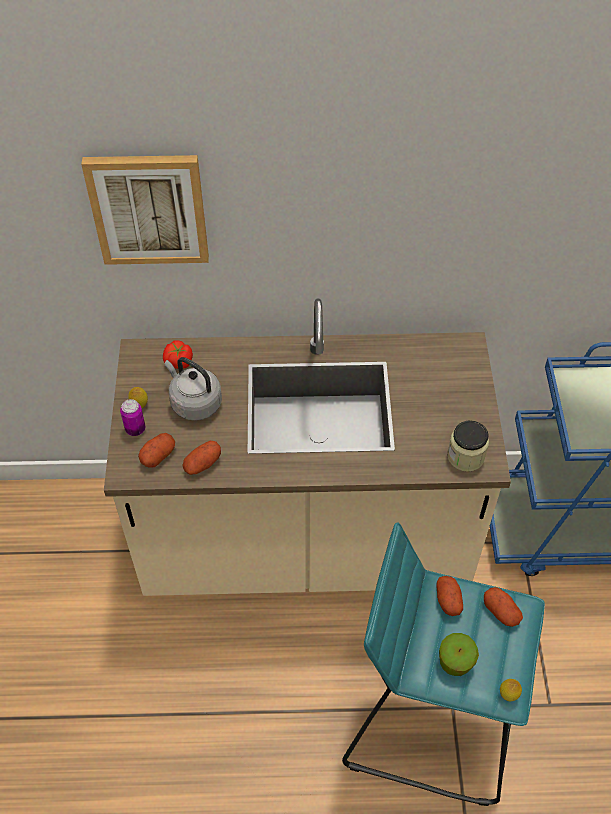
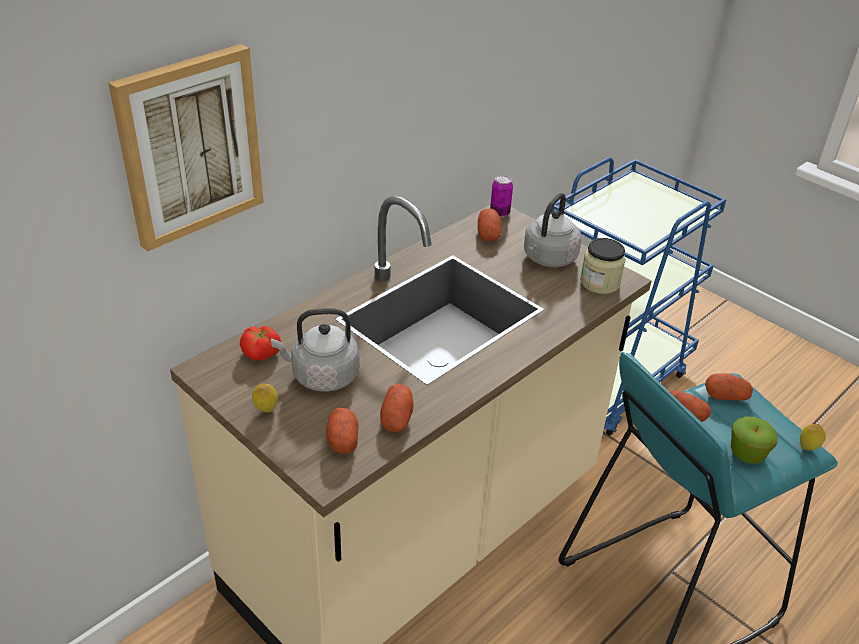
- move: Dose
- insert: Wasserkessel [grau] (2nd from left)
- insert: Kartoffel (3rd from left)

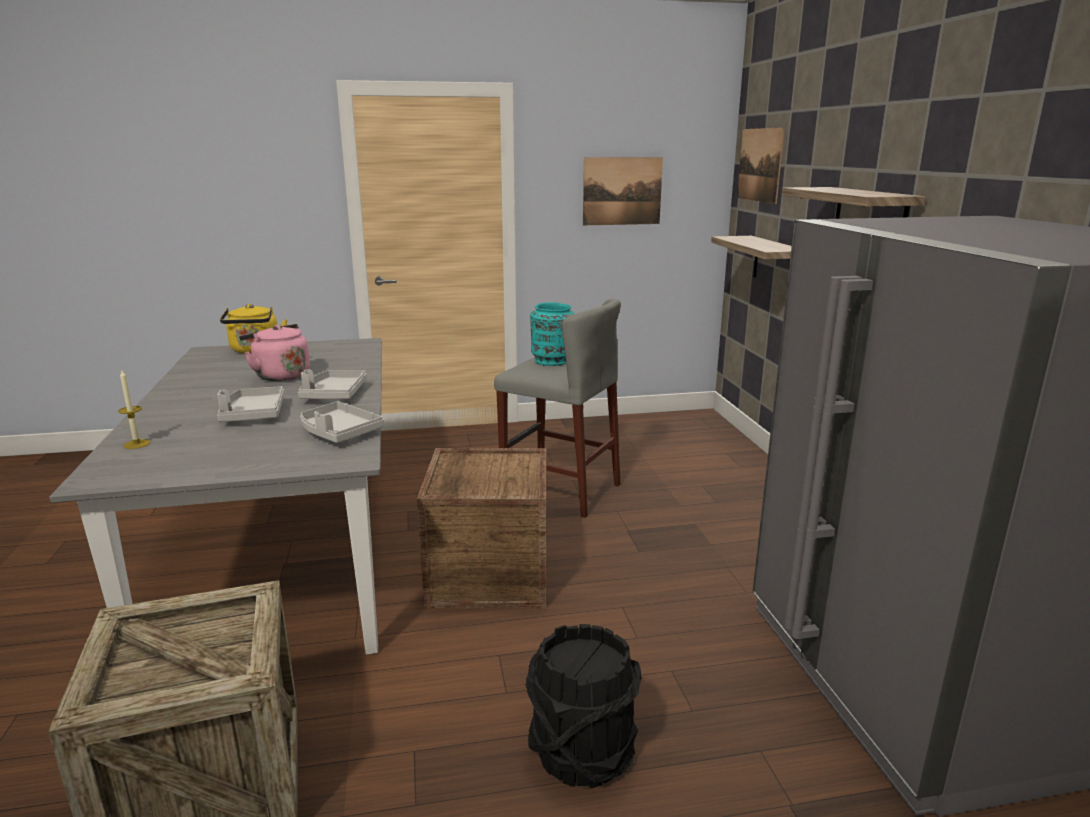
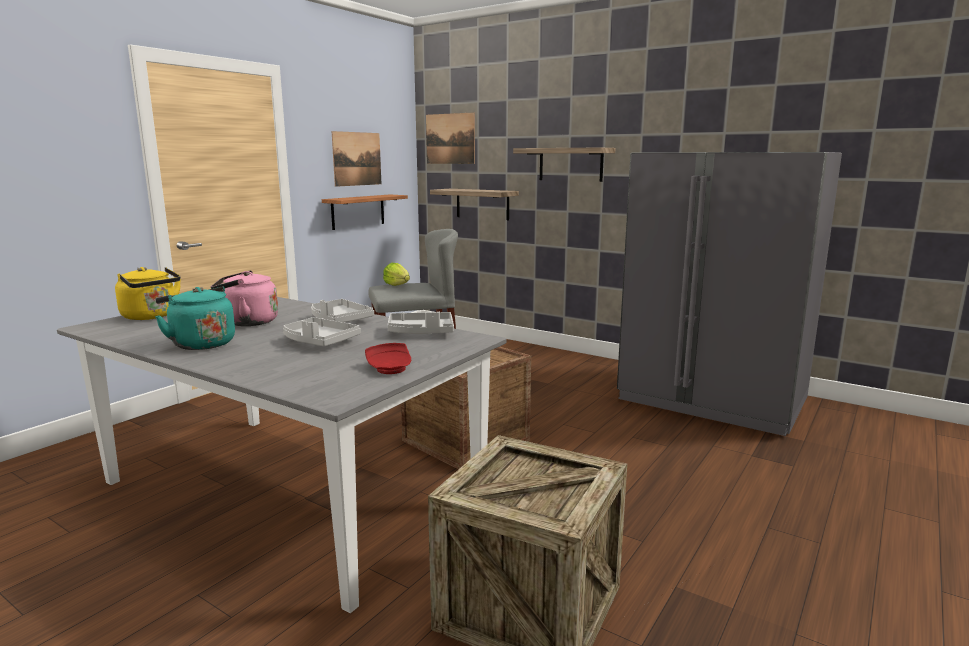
- replace: Vase [türkis] to Salatkopf
- delete: Kerze
- delete: Eimer [schwarz]
- insert: Wandregal (1st from left)
- insert: Wasserkessel [türkis]
- insert: Teller [rot]

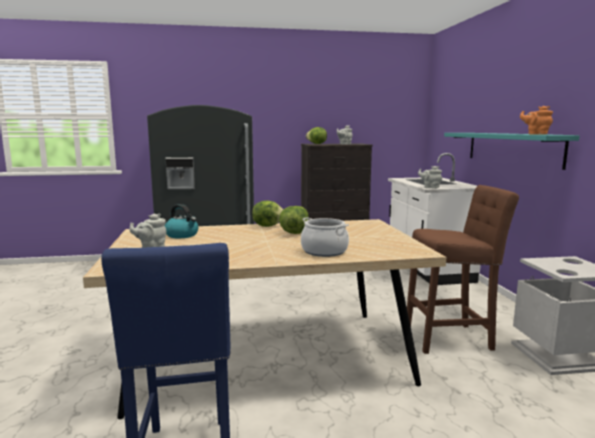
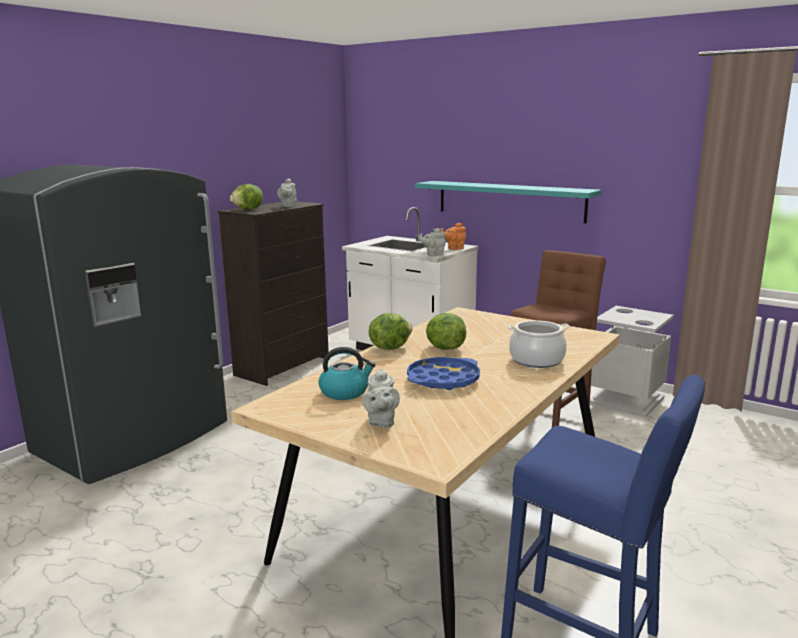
- move: Teekanne [orange]
- insert: Tablett [blau]

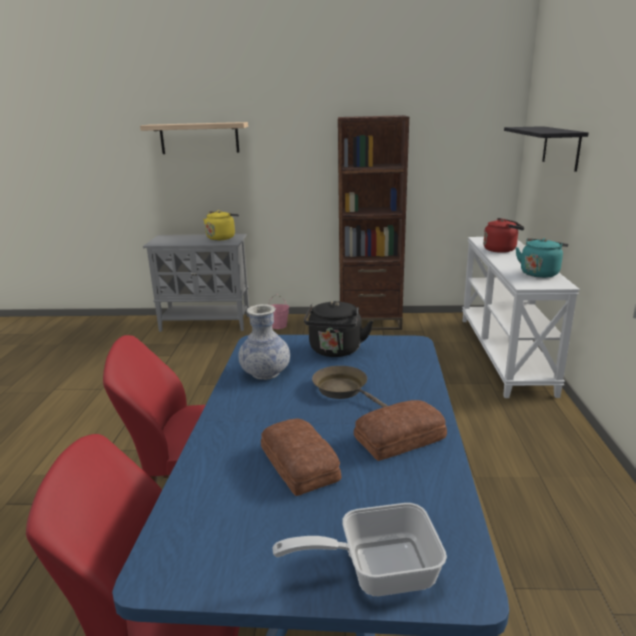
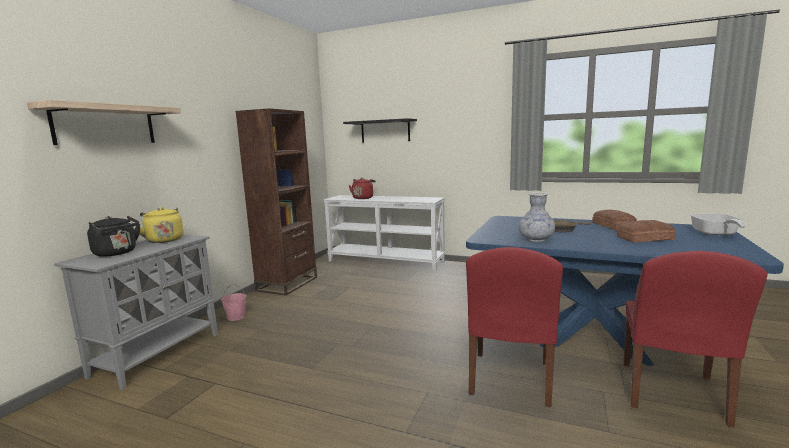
- delete: Wasserkessel [türkis]
- move: Wasserkessel [schwarz]

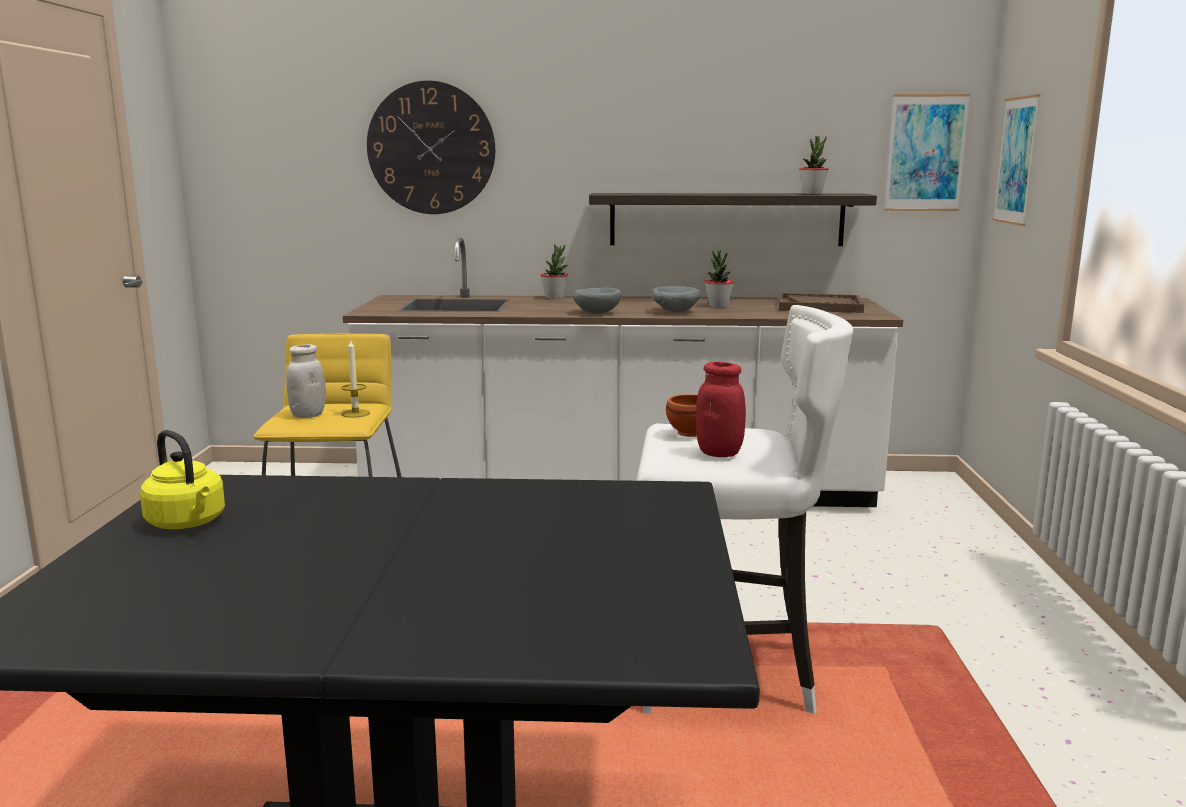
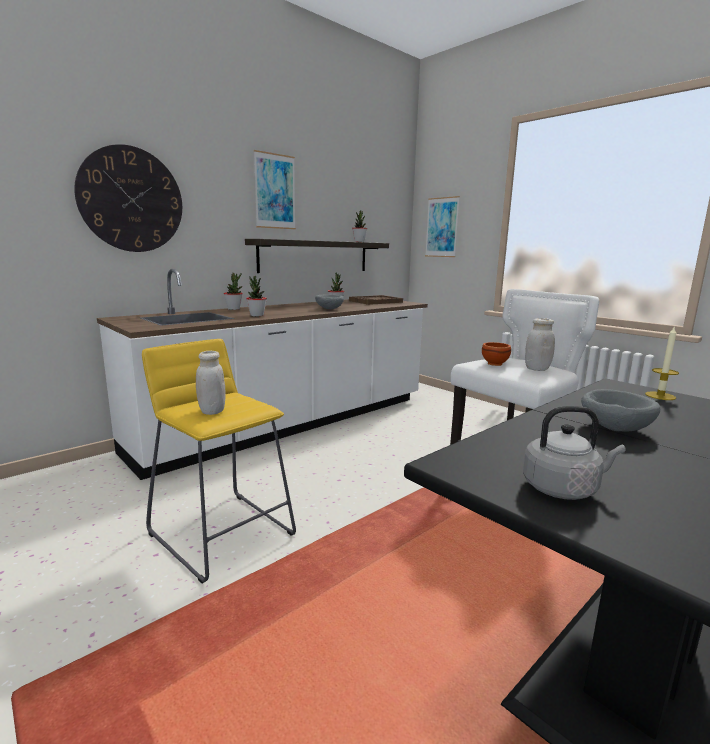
- move: Bild (1st from left)
- move: Schüssel [grau] (1st from left in the first image) to Schüssel [grau] (2nd from left)
- move: Kerze
- recolor: Vorratsglas [rot] to Vorratsglas [weiß] (2nd from left)
- recolor: Wasserkessel [gelb] to Wasserkessel [grau]
- insert: Topfpflanze (2nd from left)

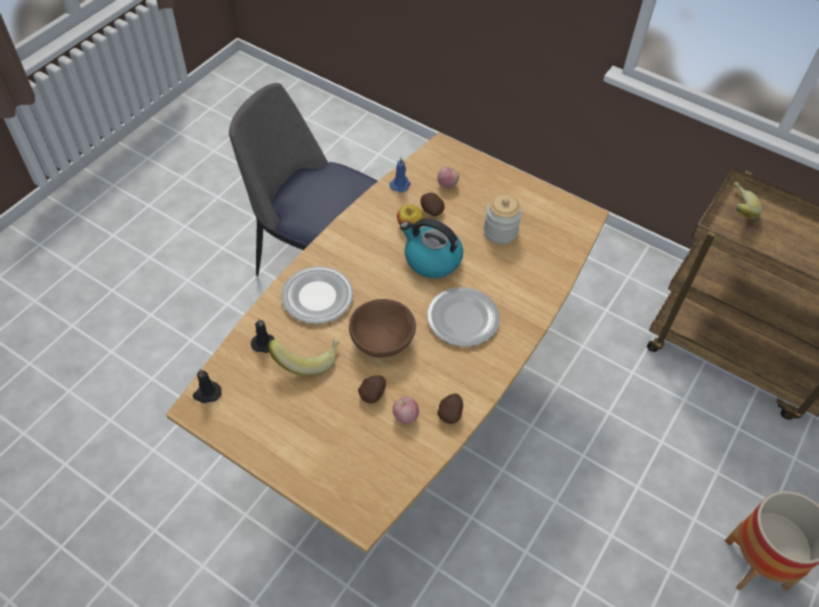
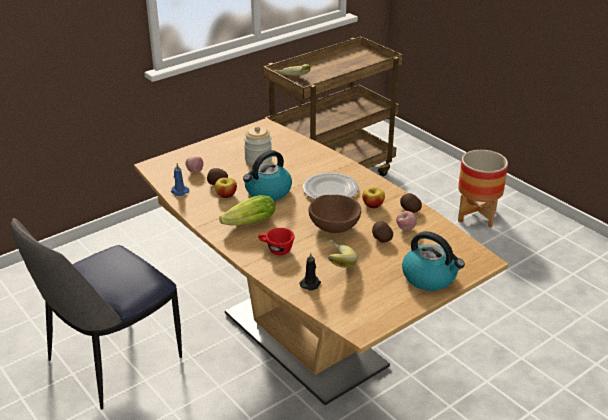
- replace: Teller (1st from left) to Tasse [rot]
- delete: Kerze [schwarz] (1st from left)
- insert: Apfel (3rd from left)
- insert: Salatkopf
- insert: Wasserkessel (2nd from left)

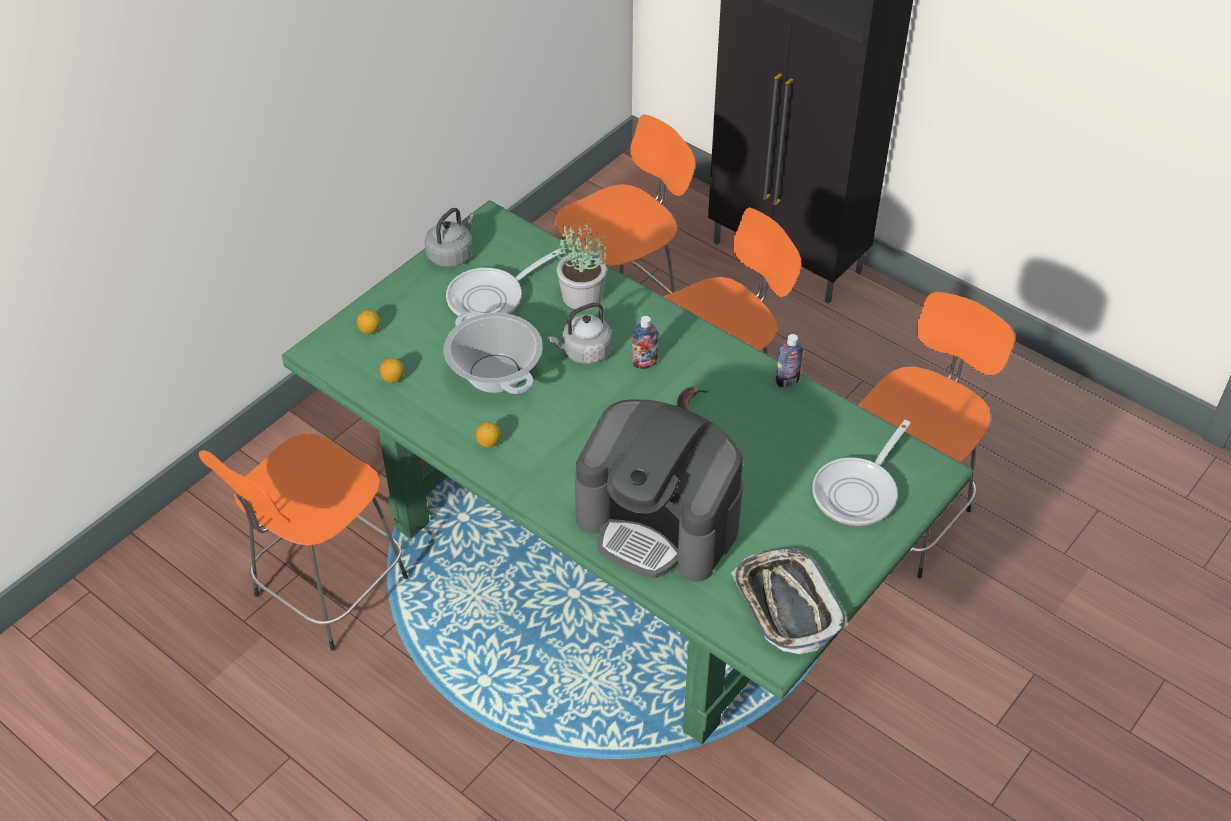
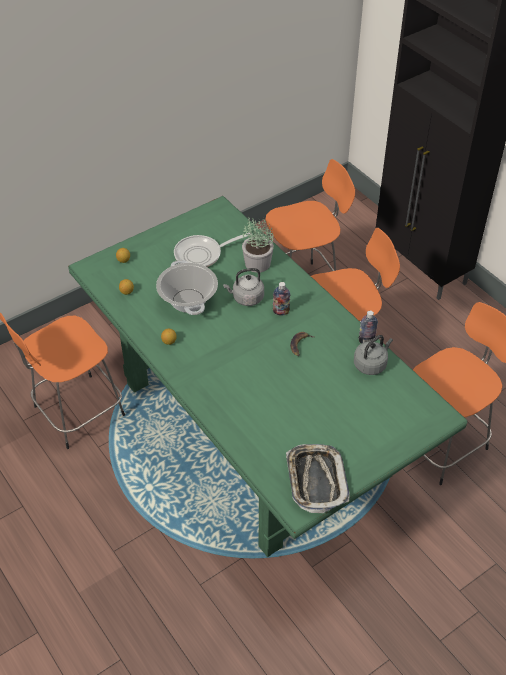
- move: Wasserkessel [grau] (1st from left in the first image) to Wasserkessel [grau] (2nd from left)
- delete: Kaffeemaschine
- delete: Pfanne (2nd from left)

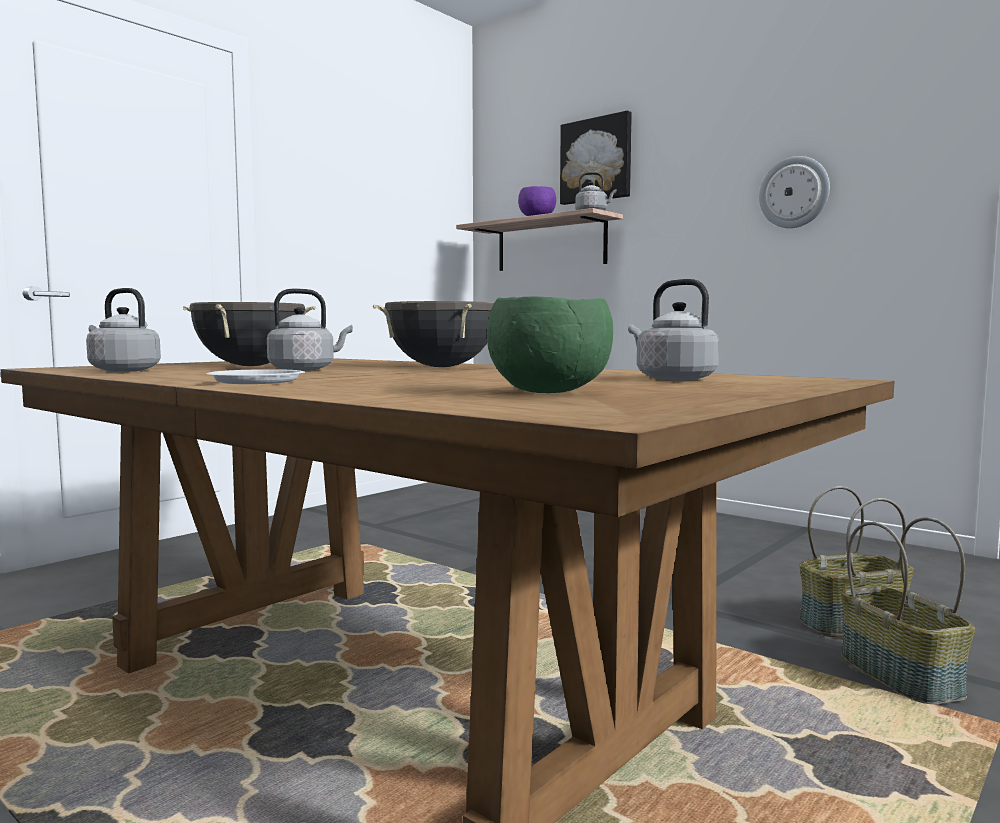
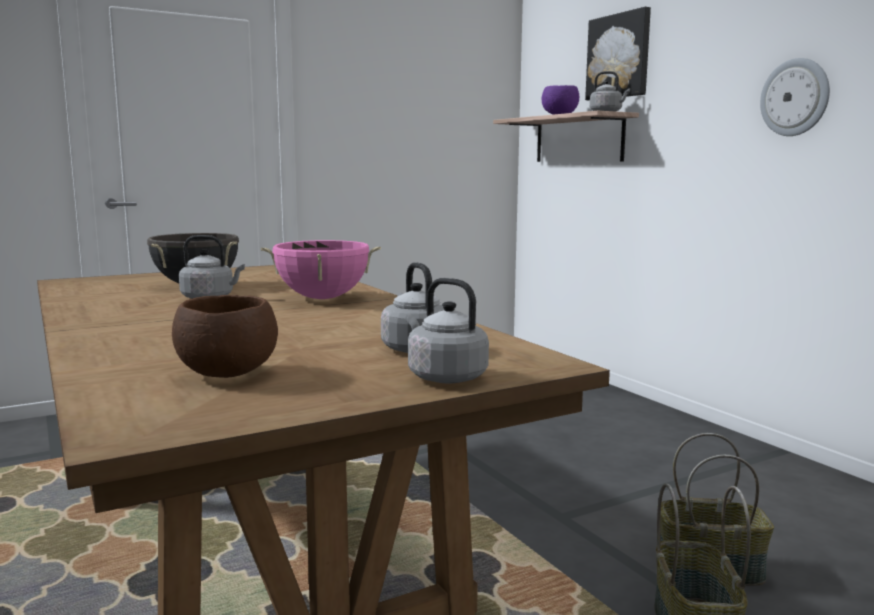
- move: Wasserkessel [grau] (1st from left in the first image) to Wasserkessel [grau] (3rd from left)
- recolor: Schüssel [grün] to Schüssel [braun]
- recolor: Kochtopf [schwarz] (2nd from left) to Kochtopf [rosa]
- delete: Teller [weiß]

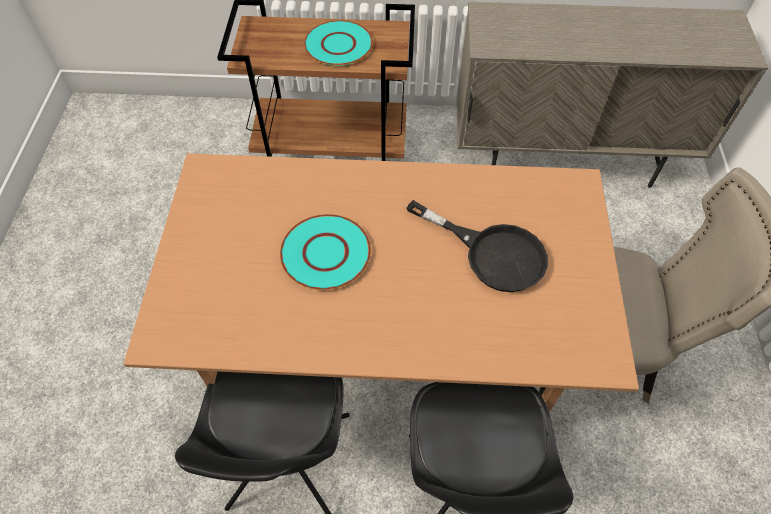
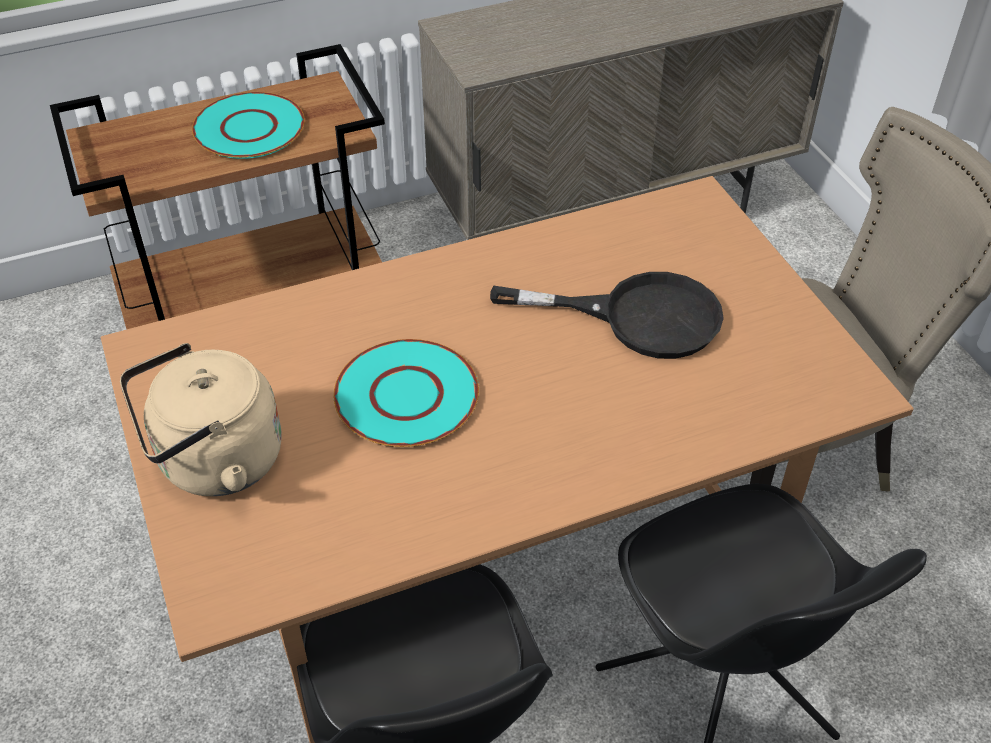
- insert: Wasserkessel [beige]

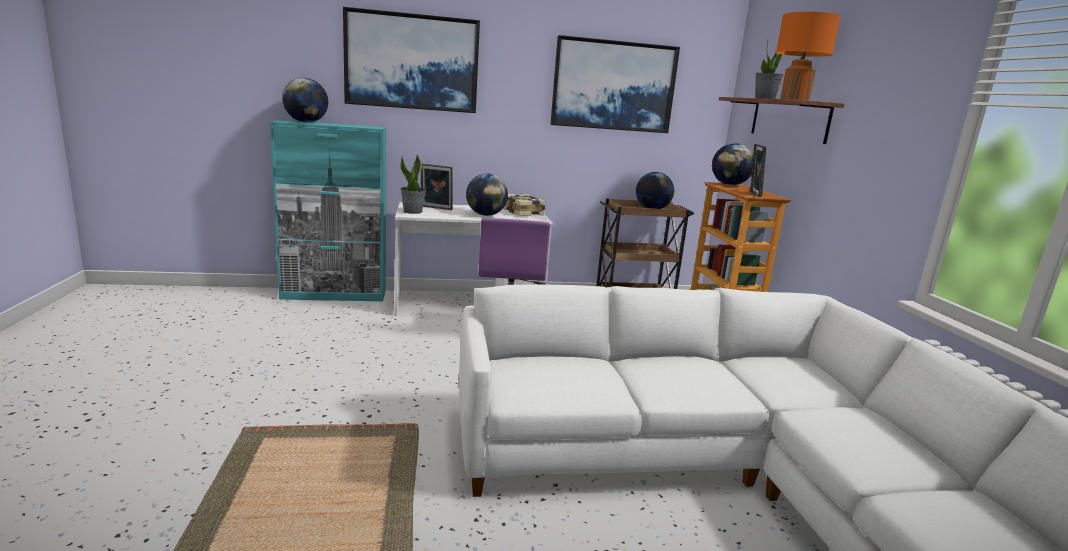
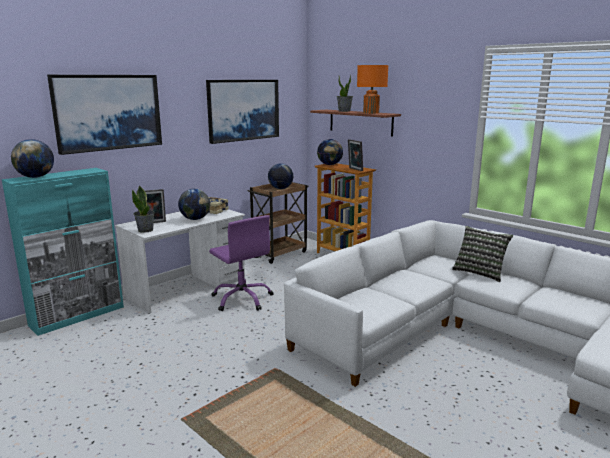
- insert: Kissen

